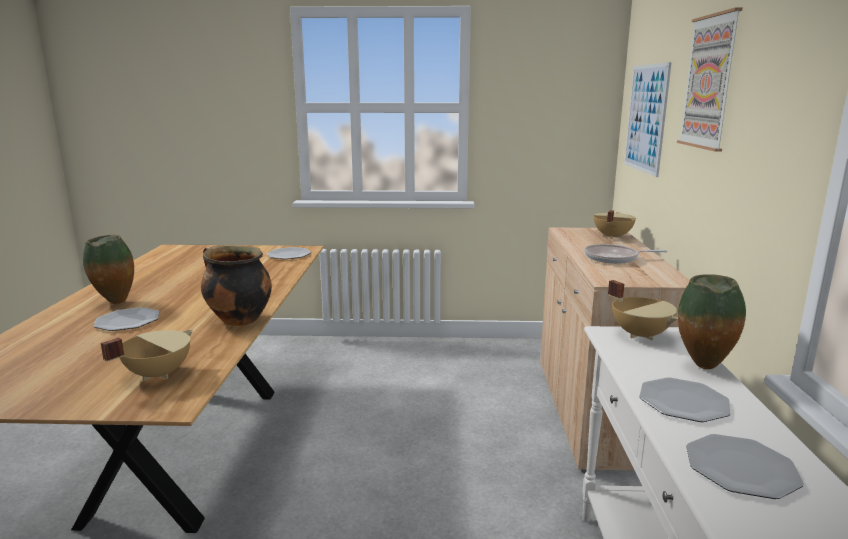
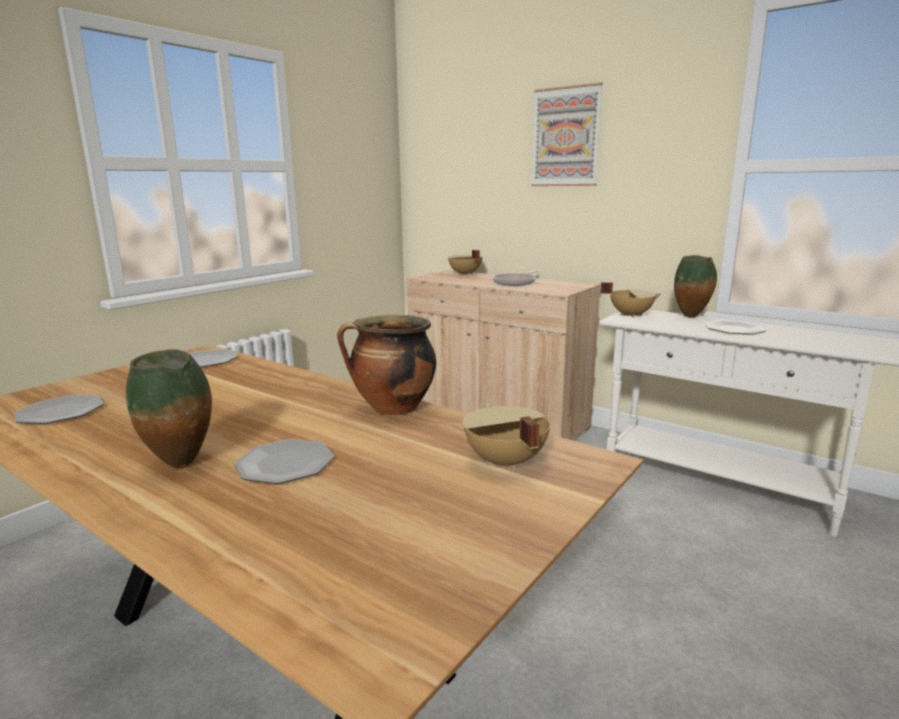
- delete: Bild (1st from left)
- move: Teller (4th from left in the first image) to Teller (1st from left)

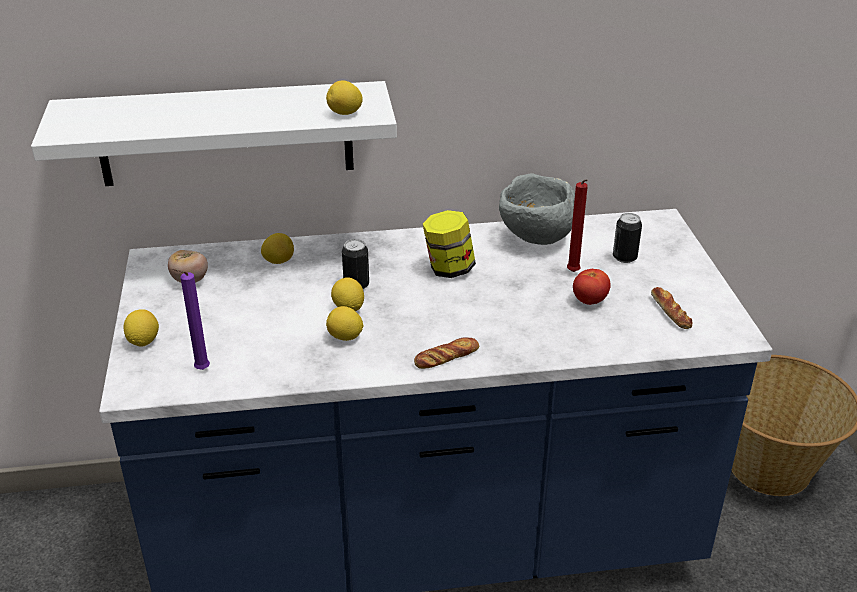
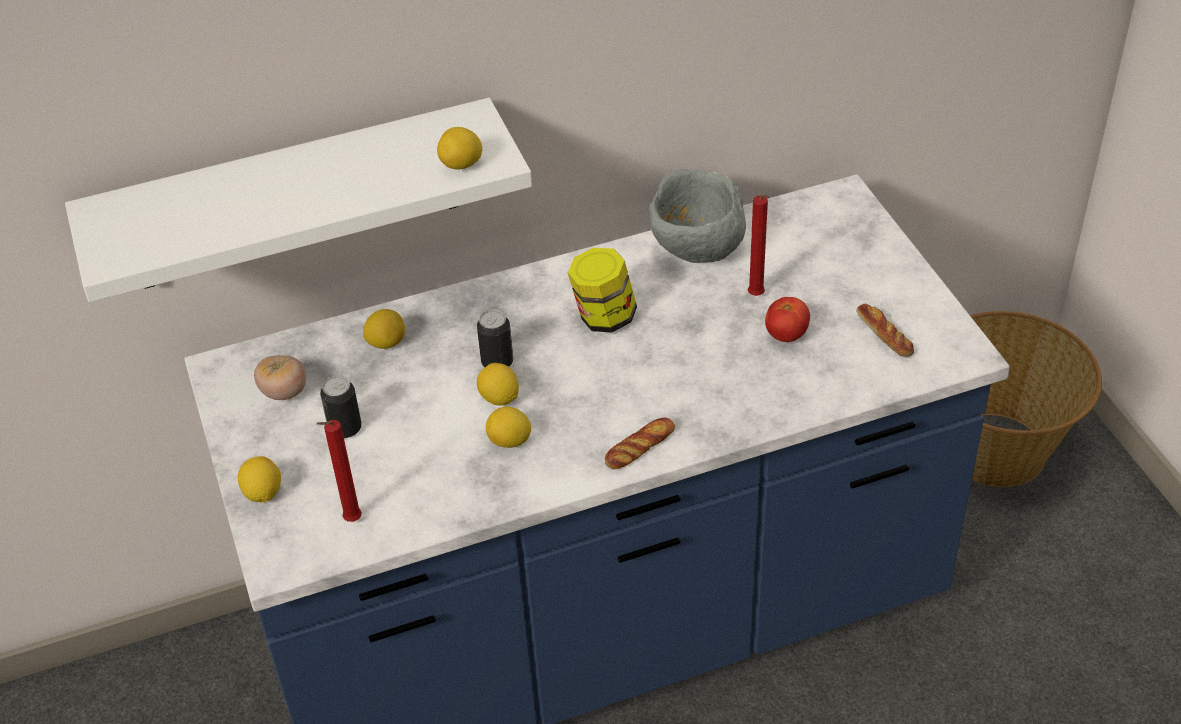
- move: Dose (2nd from left in the first image) to Dose (1st from left)
- recolor: Kerze [lila] to Kerze [rot] (1st from left)

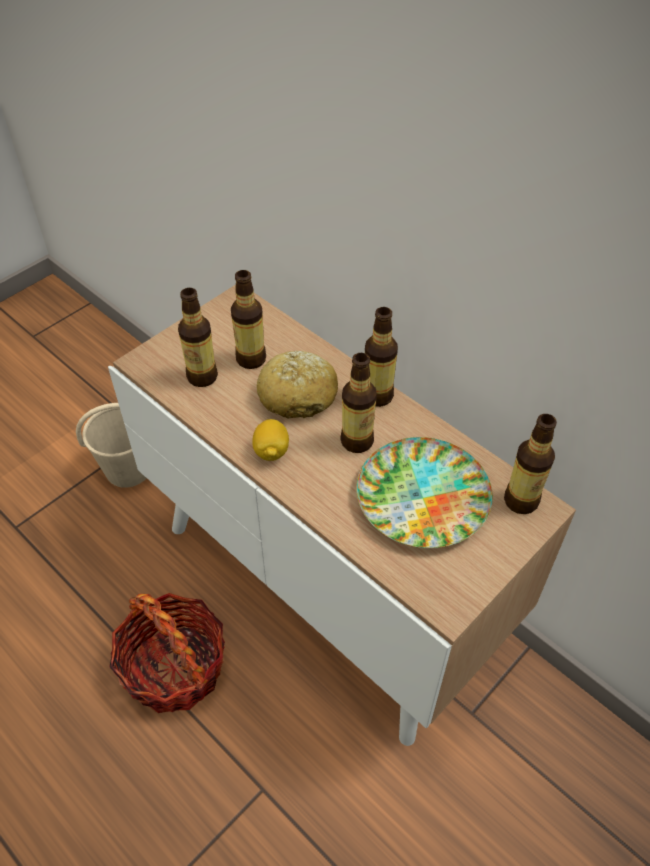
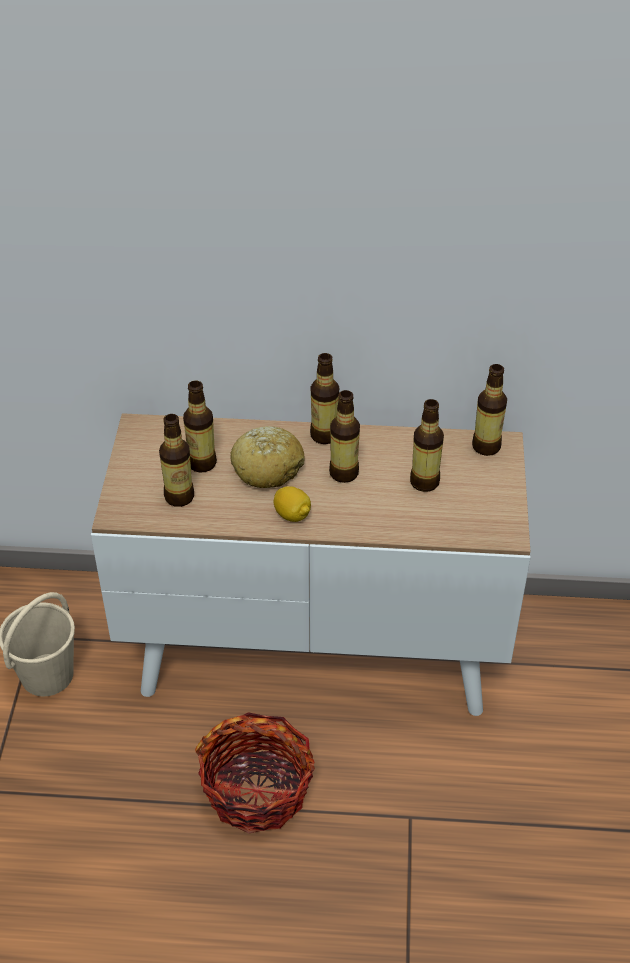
- replace: Teller to Flasche (5th from left)

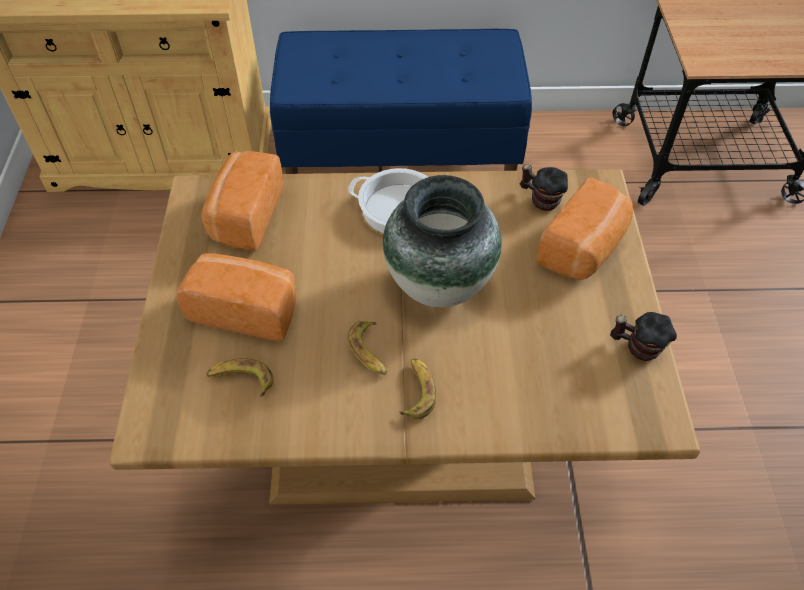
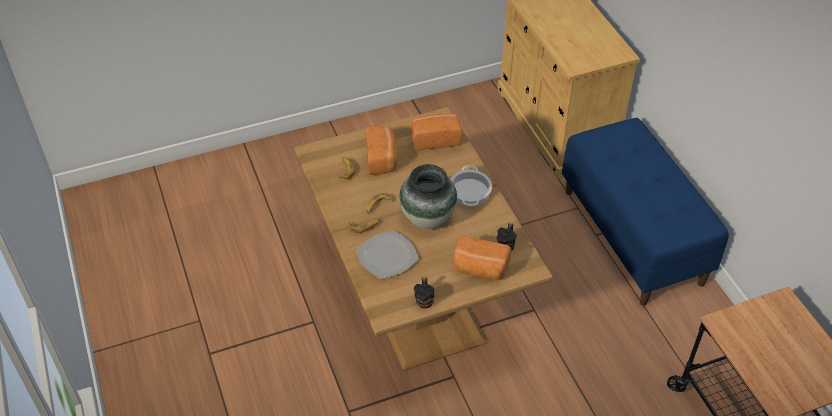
- insert: Teller

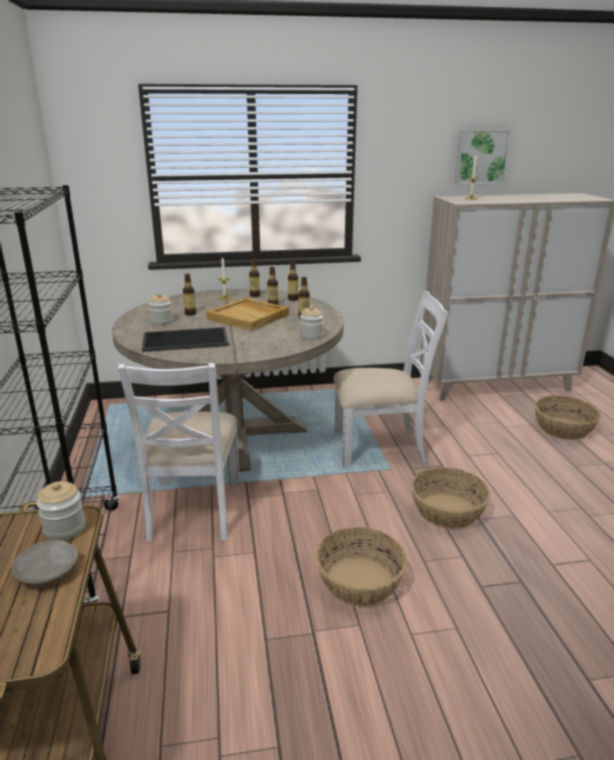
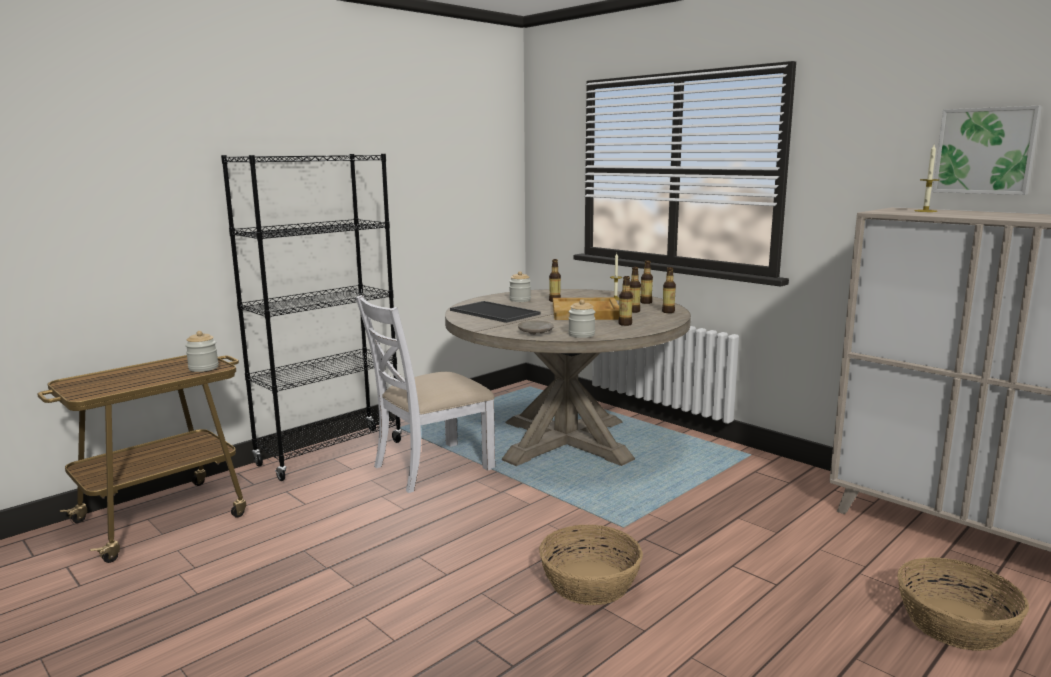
- delete: Stuhl [weiß] (2nd from left)
- delete: Korb (1st from left)
- move: Teller [beige]

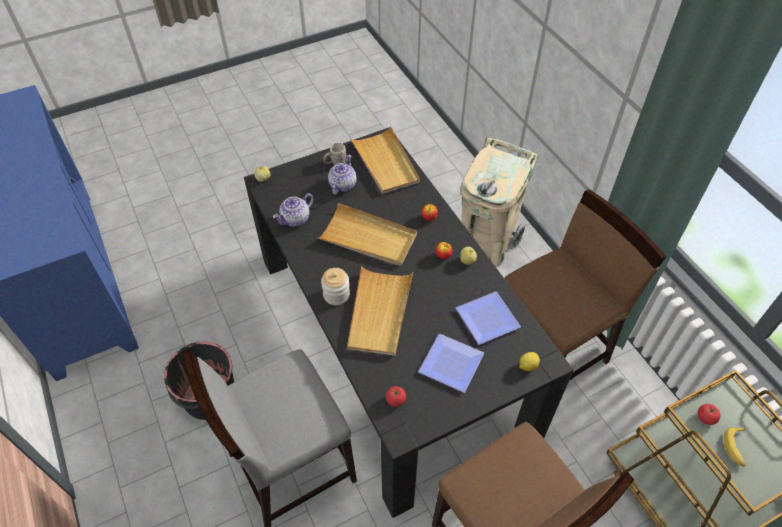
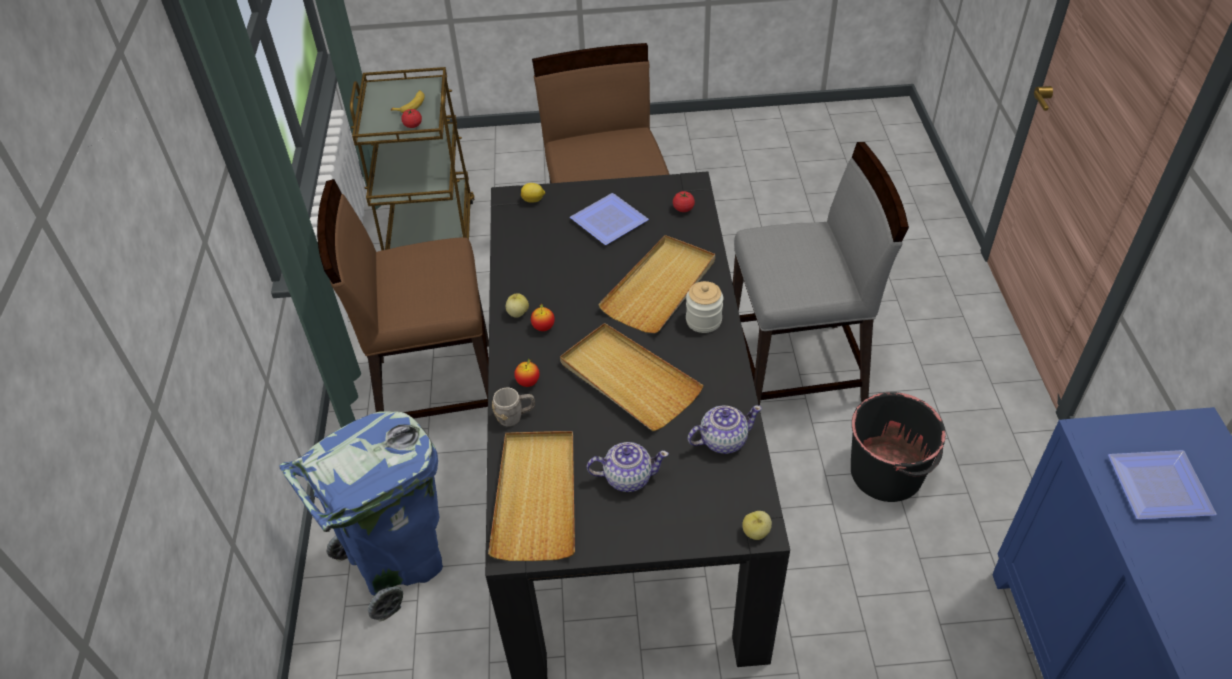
- recolor: Mülleimer [beige] to Mülleimer [blau]
- move: Henkelbecher [grau]
- rotate: Teekanne (2nd from left in the first image) 135 degrees counterclockwise
- move: Teller (2nd from left)

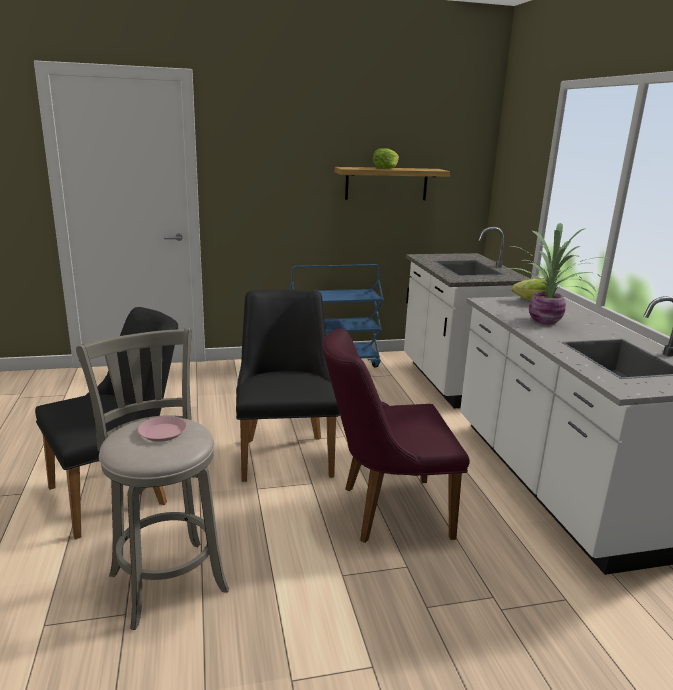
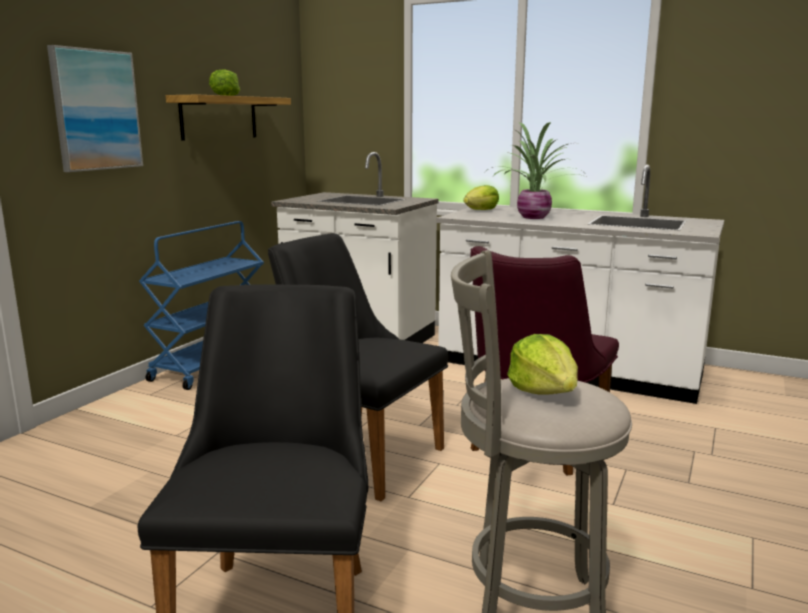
- replace: Teller [rosa] to Salatkopf (3rd from left)
- insert: Bild

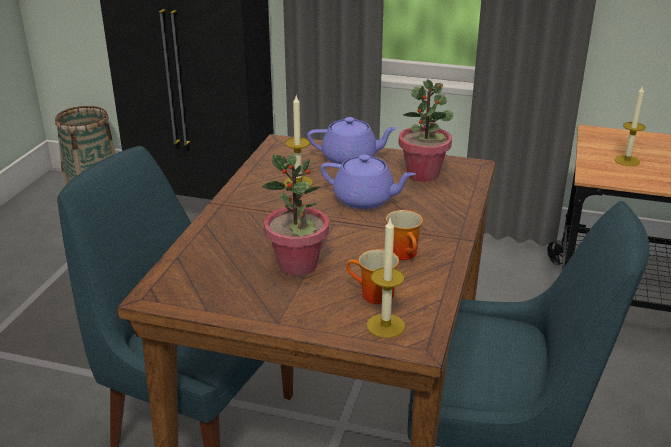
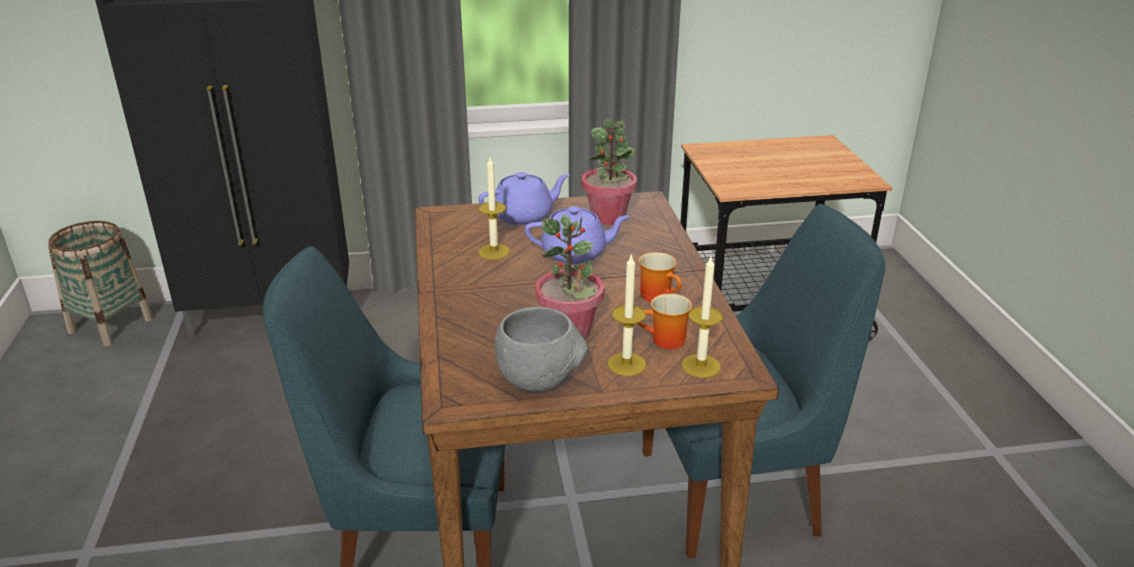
- move: Kerze (3rd from left in the first image) to Kerze (2nd from left)
- insert: Schüssel [grau]

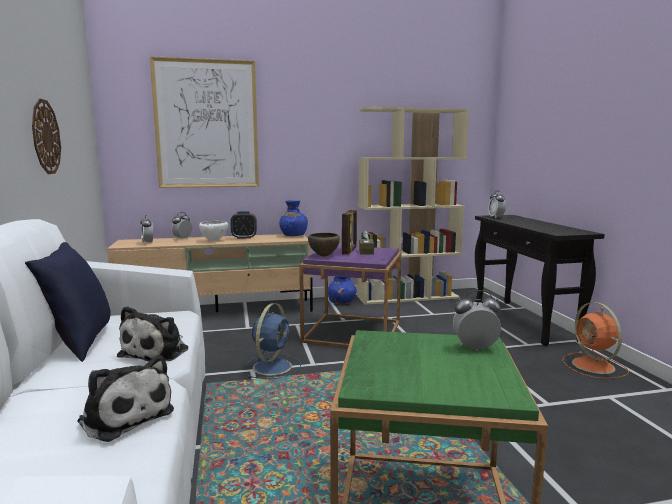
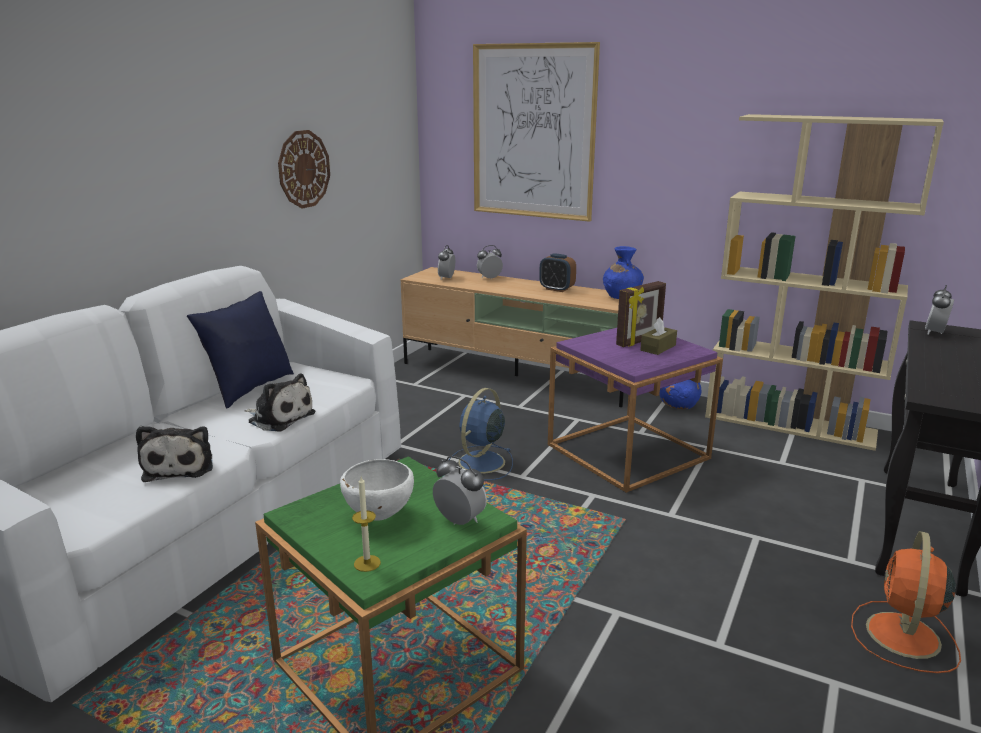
- move: Schüssel [weiß]
- delete: Schüssel [braun]
- rotate: Ventilator [blau] 150 degrees clockwise
- rotate: Plüschtier (2nd from left) 120 degrees counterclockwise
- insert: Kerze

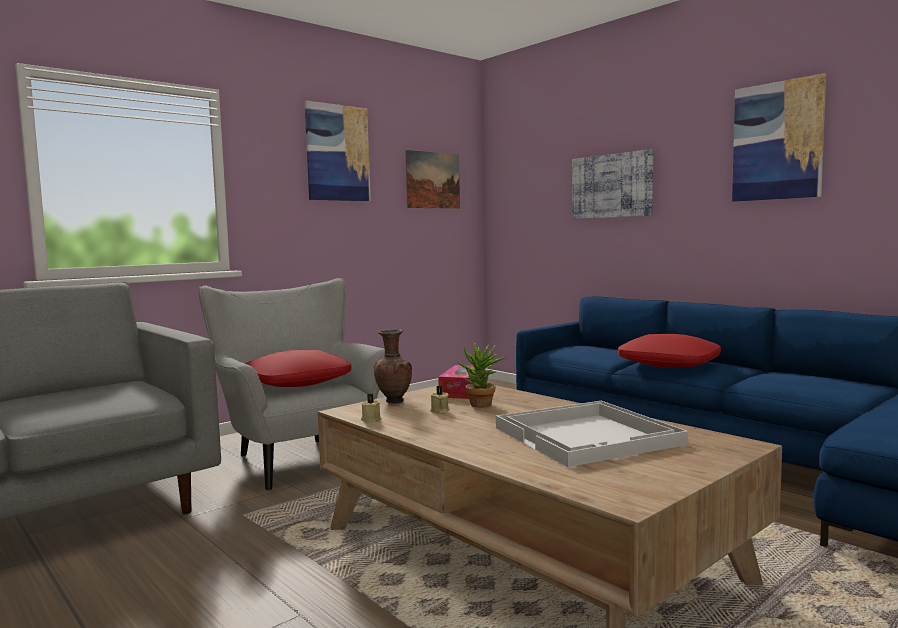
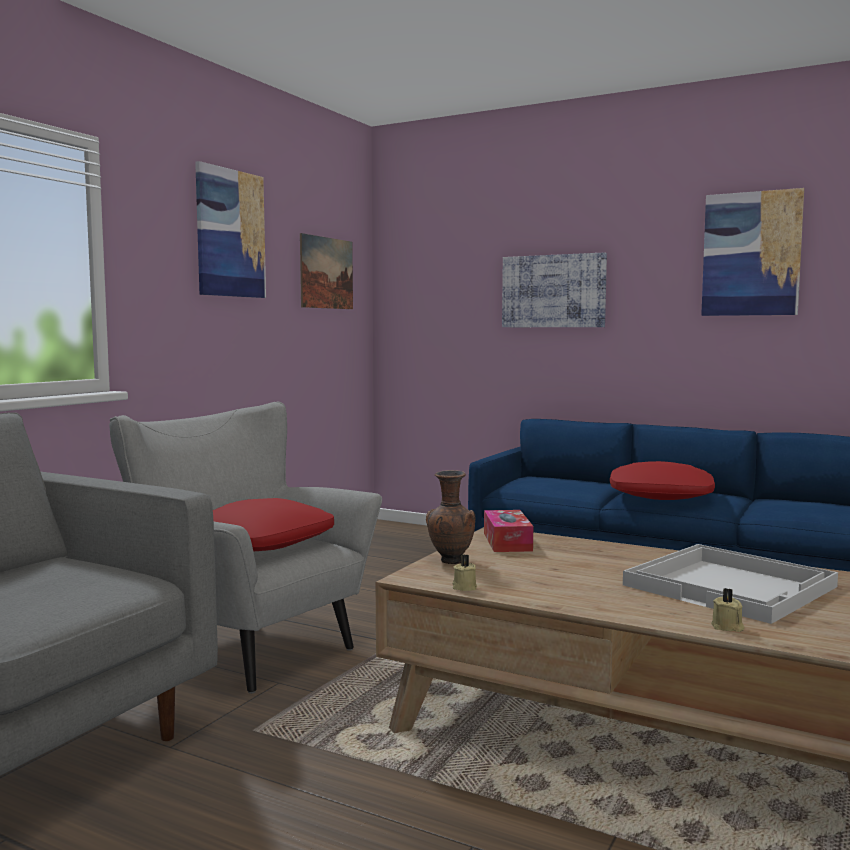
- delete: Topfpflanze
- move: Kerze [beige] (2nd from left)

